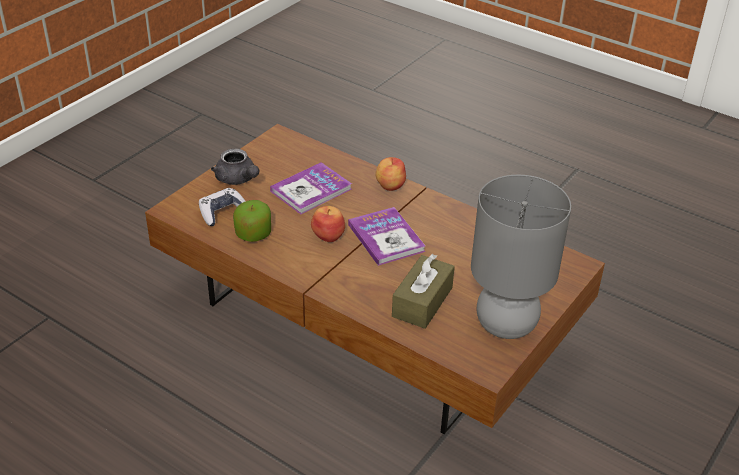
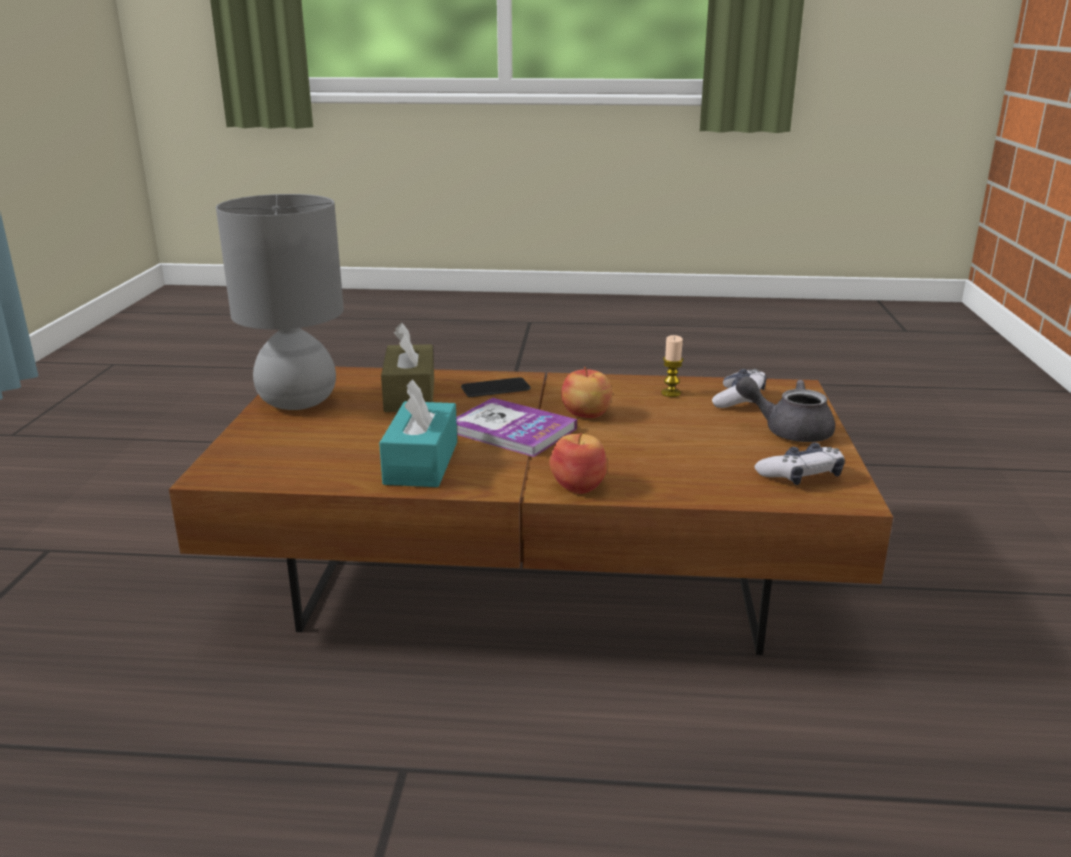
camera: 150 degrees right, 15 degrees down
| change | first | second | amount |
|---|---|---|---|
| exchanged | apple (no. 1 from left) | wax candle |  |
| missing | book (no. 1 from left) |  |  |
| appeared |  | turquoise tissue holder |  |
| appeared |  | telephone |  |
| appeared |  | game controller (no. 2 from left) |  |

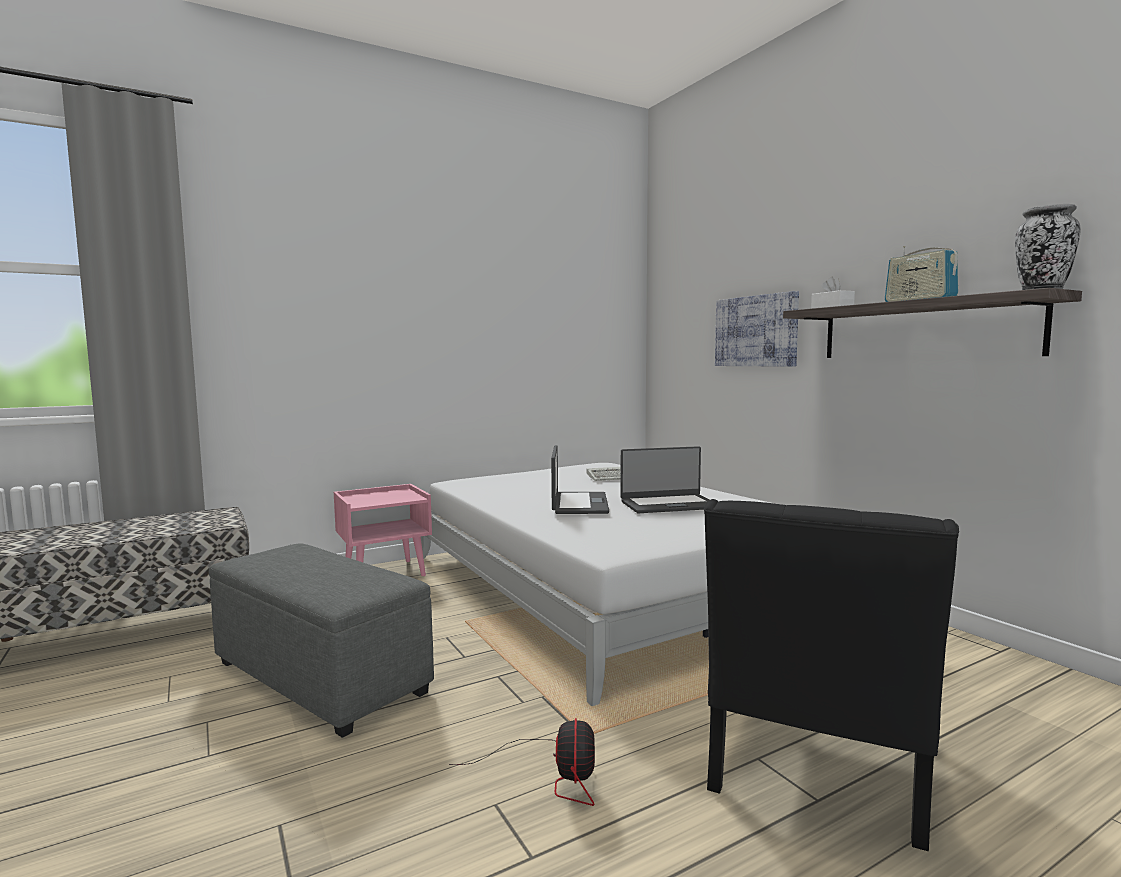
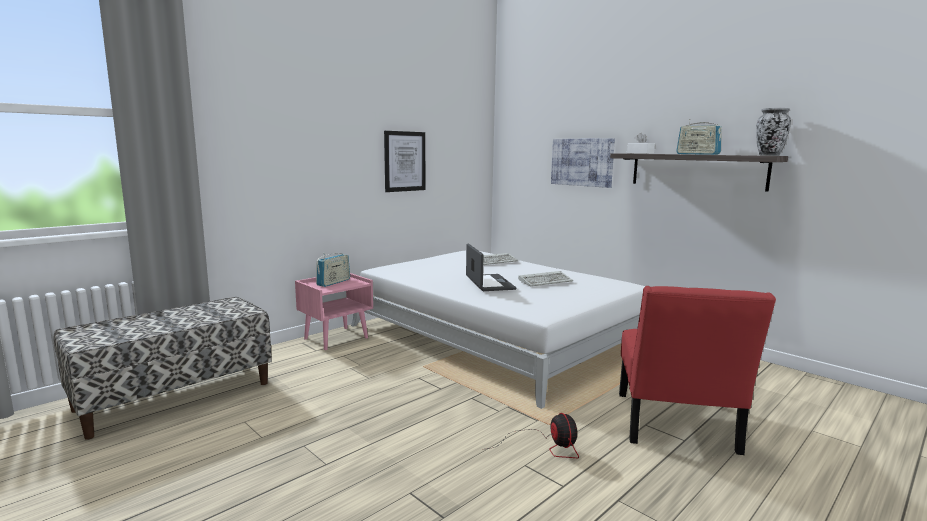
camera: 15 degrees left, 5 degrees up
| change | first | second | amount |
|---|---|---|---|
| missing | gray pouffe |  |  |
| exchanged | notebook computer (no. 2 from left) | keyboard (no. 2 from left) |  |
| colour | blackish plain chair | red plain chair |  |
| appeared |  | radio (no. 1 from left) |  |
| appeared |  | wall picture (no. 1 from left) |  |

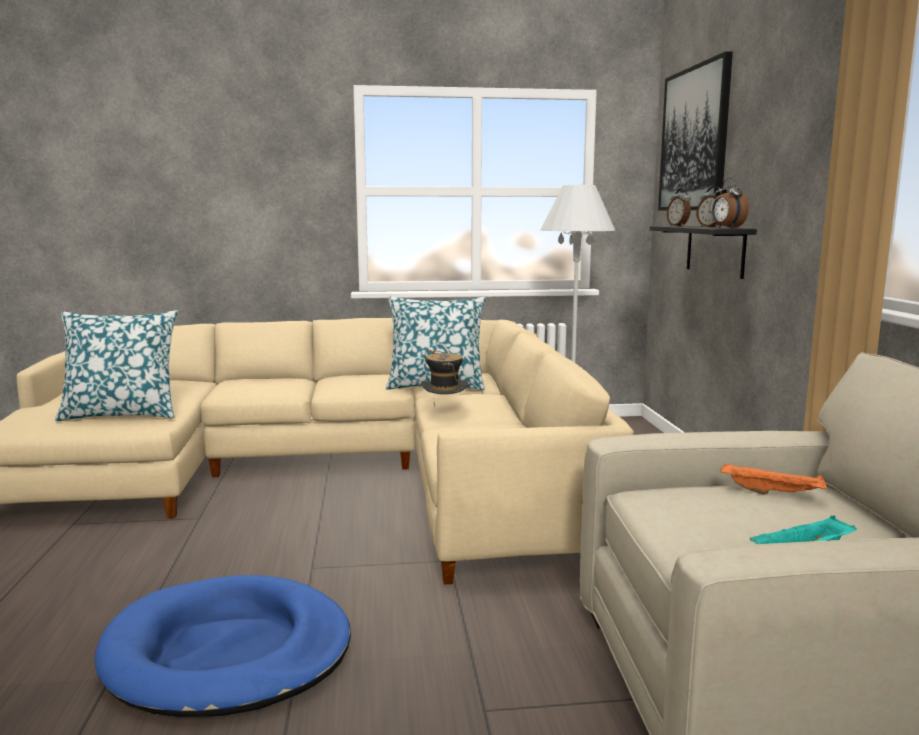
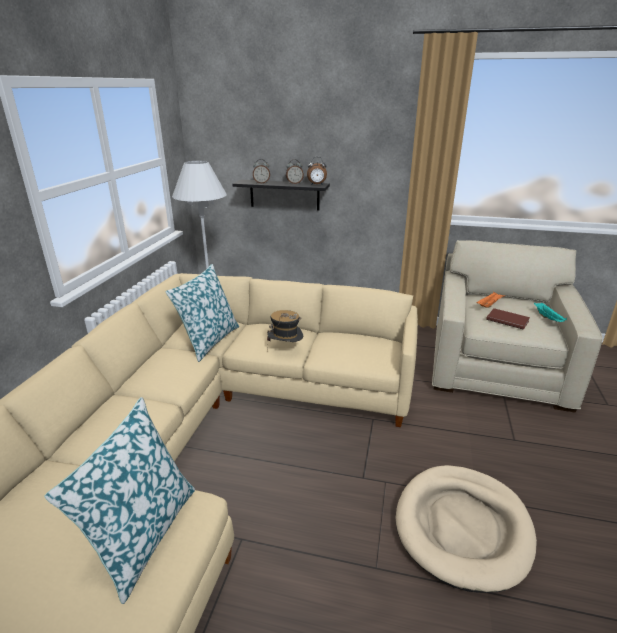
camera: 70 degrees left, 15 degrees up
| change | first | second | amount |
|---|---|---|---|
| colour | blue-coloured pet bed | beige pet bed |  |
| missing | wall picture |  |  |
| appeared |  | brownish book |  |

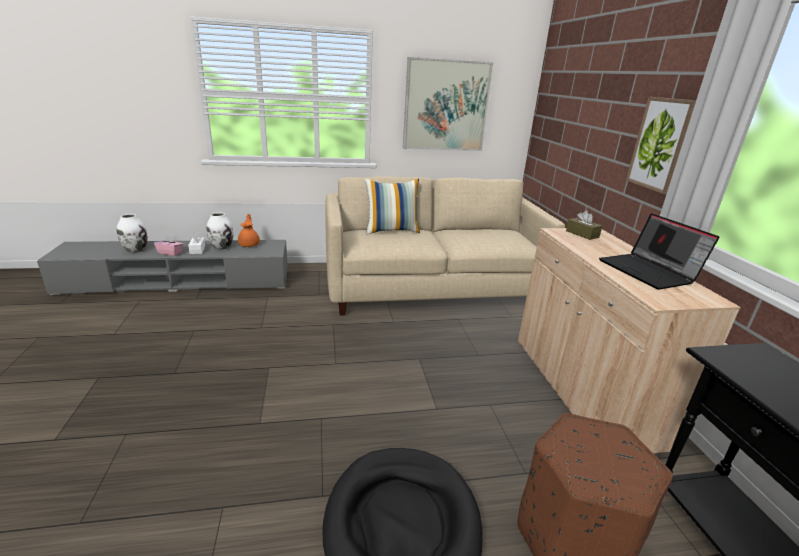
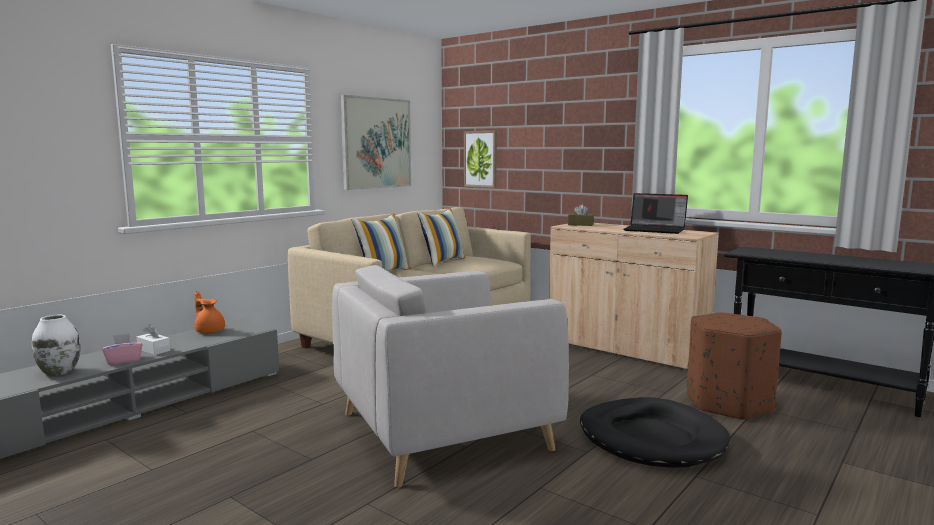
camera: 40 degrees left, 15 degrees down
| change | first | second | amount |
|---|---|---|---|
| missing | white-coloured vase (no. 2 from left) |  |  |
| relocated | wall picture (no. 2 from left) |  |  |
| appeared |  | gray lounge chair |  |
| appeared |  | cushion (no. 2 from left) |  |

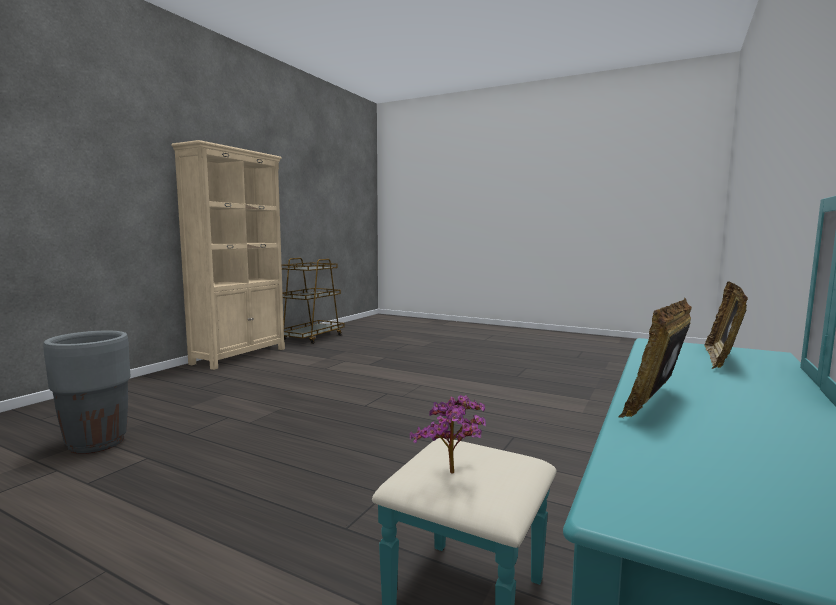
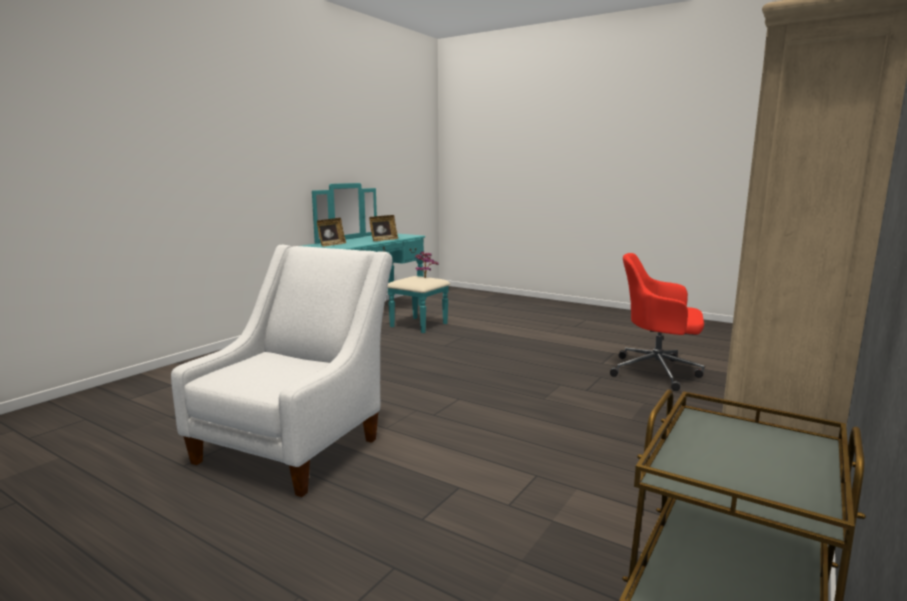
camera: 175 degrees left, 5 degrees up
| change | first | second | amount |
|---|---|---|---|
| exchanged | gray planter | red computer chair |  |
| appeared |  | white-coloured lounge chair |  |

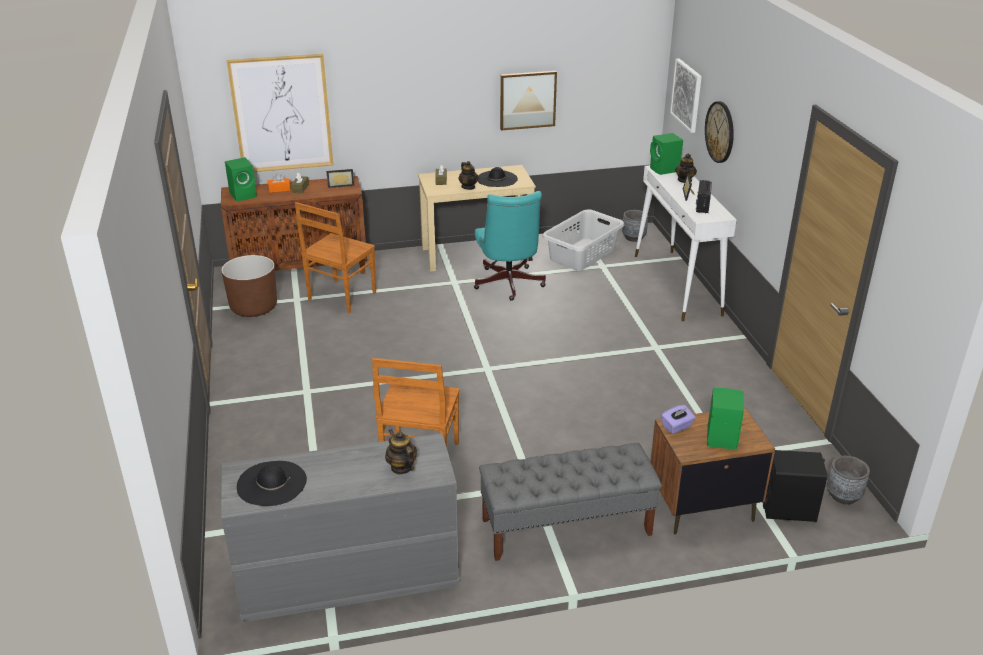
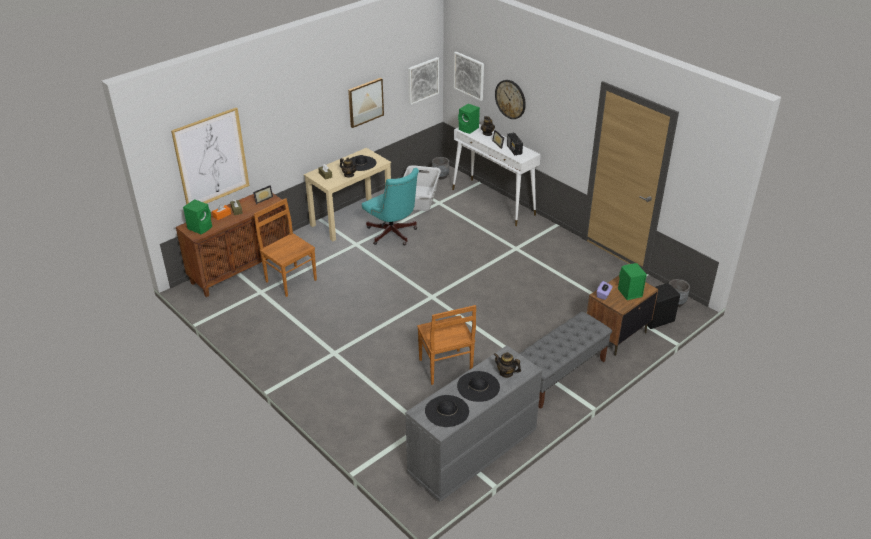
camera: 30 degrees left, 5 degrees up
| change | first | second | amount |
|---|---|---|---|
| missing | brownish planter |  |  |
| spun | brownish plain chair (no. 1 from left) |  | 135 degrees clockwise |
| appeared |  | wall picture (no. 3 from left) |  |
| appeared |  | blackish wearable hat (no. 3 from left) |  |

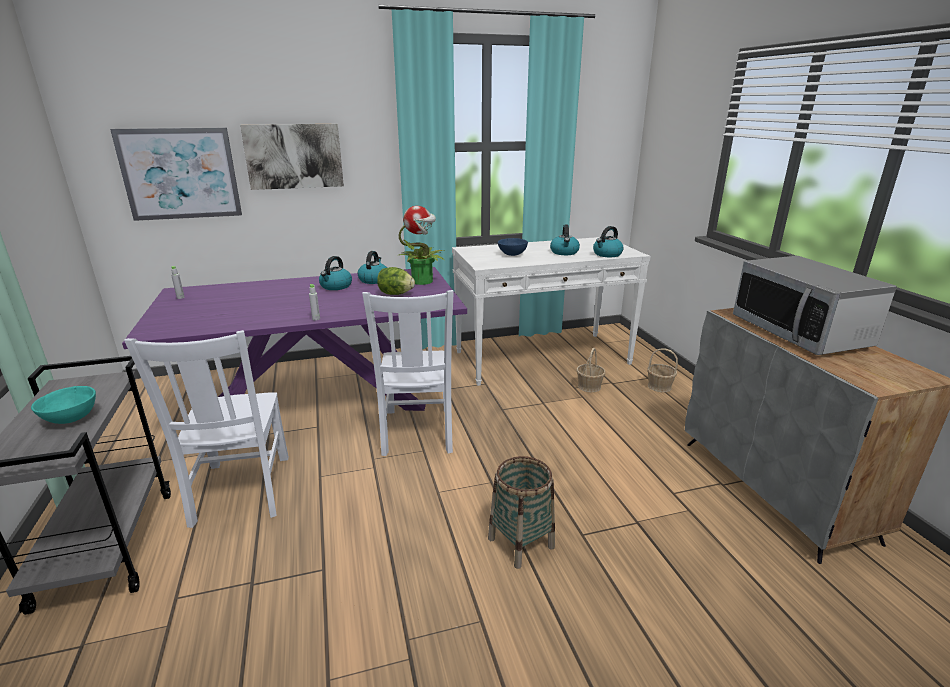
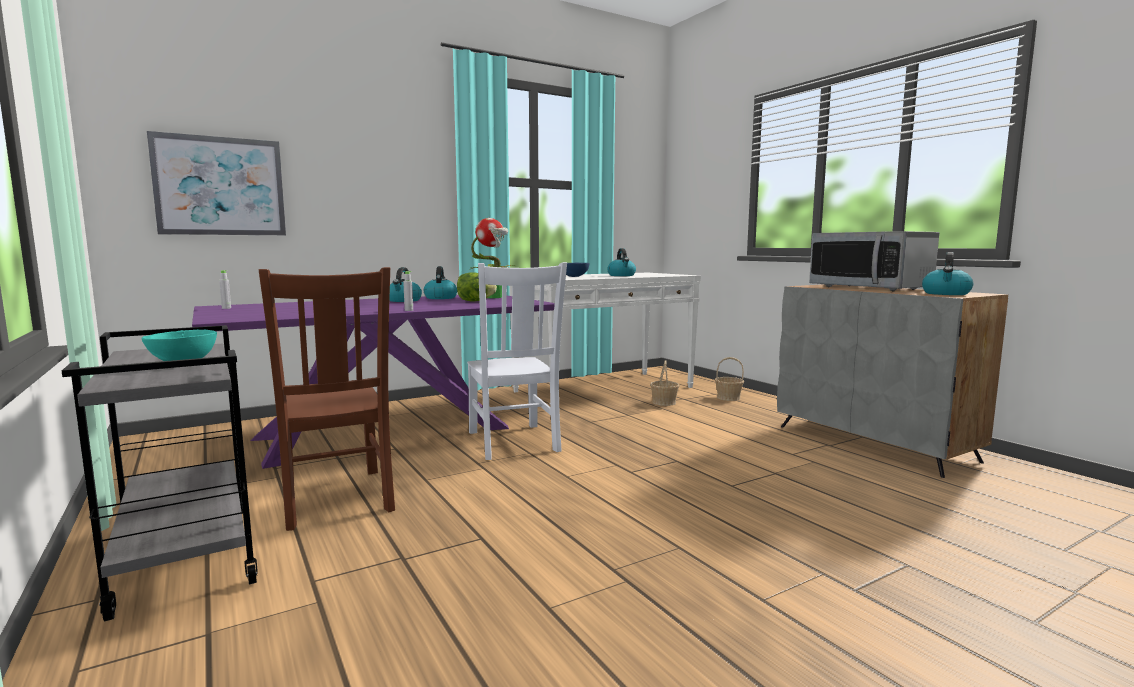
camera: 15 degrees left, 15 degrees down
| change | first | second | amount |
|---|---|---|---|
| colour | white-coloured plain chair (no. 1 from left) | brownish plain chair |  |
| missing | wall picture (no. 2 from left) |  |  |
| missing | storage basket (no. 1 from left) |  |  |
| relocated | tea kettle (no. 4 from left) |  |  |

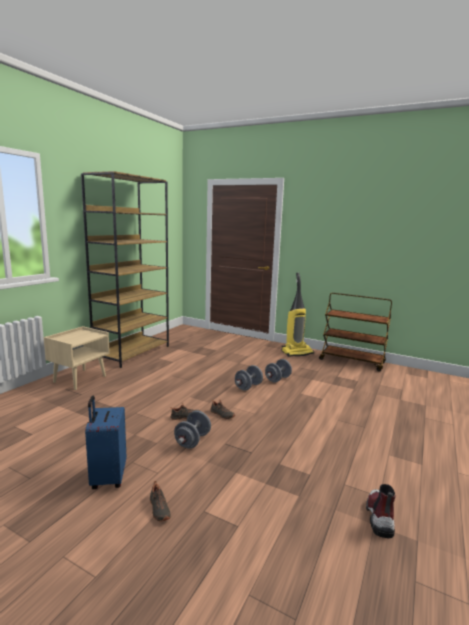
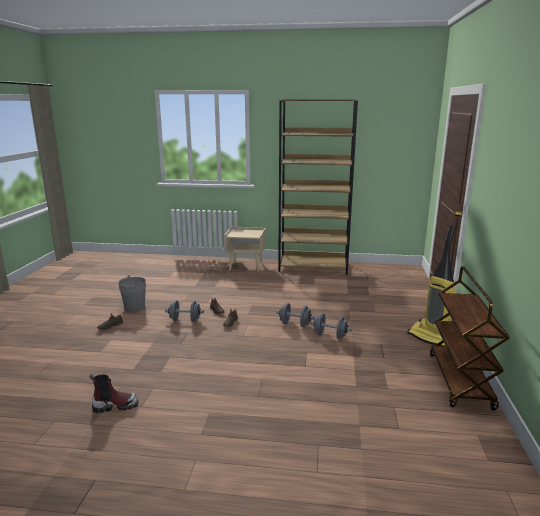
camera: 70 degrees right, 5 degrees up
| change | first | second | amount |
|---|---|---|---|
| exchanged | blue-coloured travel case | gray bucket |  |

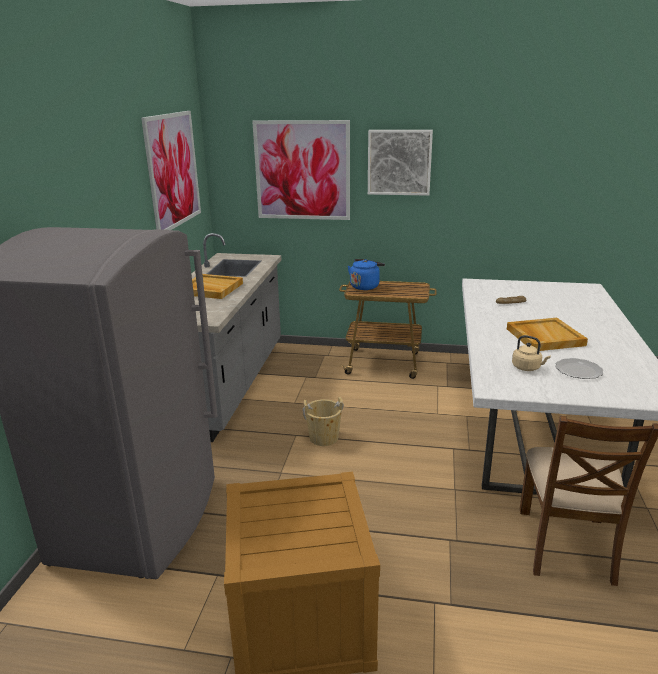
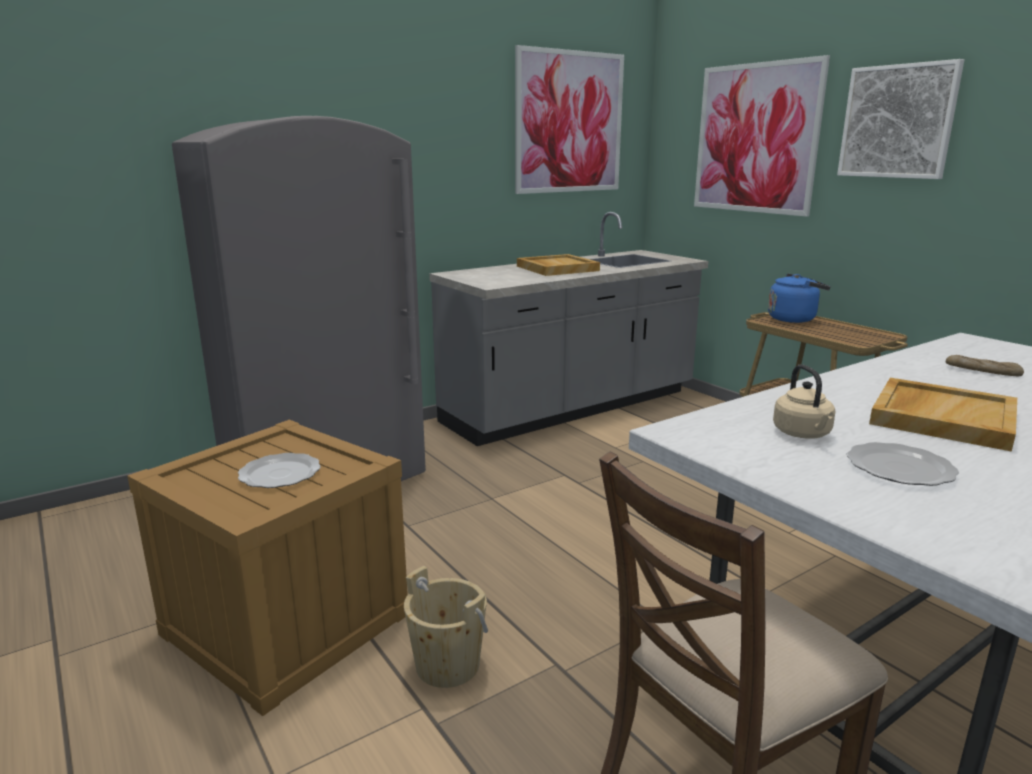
camera: 45 degrees right, 5 degrees down
| change | first | second | amount |
|---|---|---|---|
| relocated | beige bucket |  |  |
| appeared |  | flat dish (no. 1 from left) |  |

